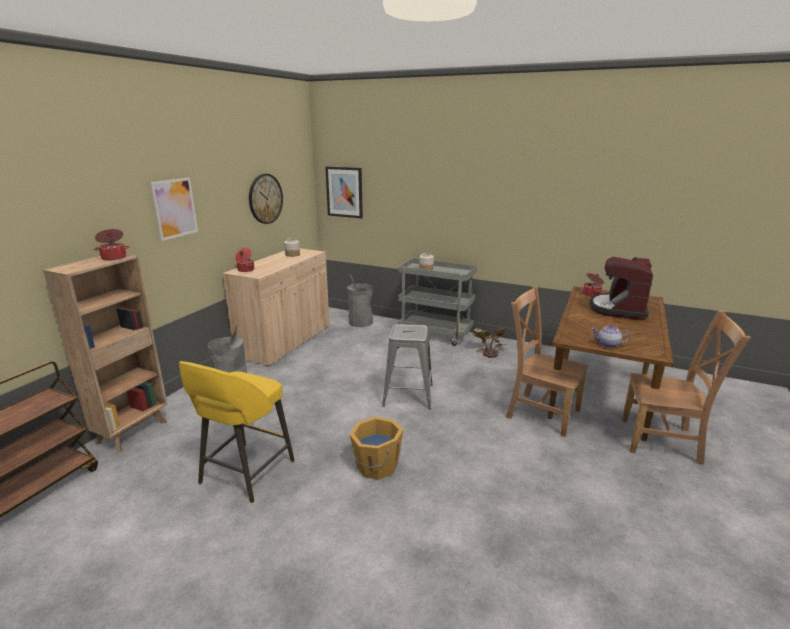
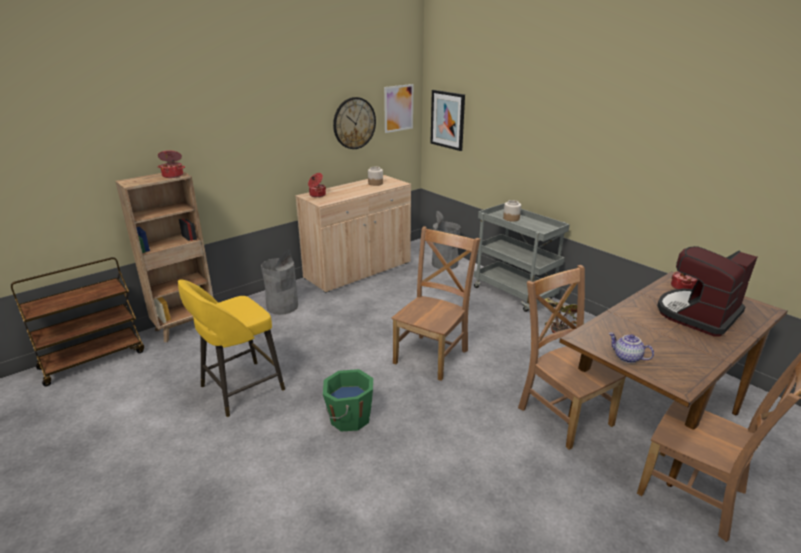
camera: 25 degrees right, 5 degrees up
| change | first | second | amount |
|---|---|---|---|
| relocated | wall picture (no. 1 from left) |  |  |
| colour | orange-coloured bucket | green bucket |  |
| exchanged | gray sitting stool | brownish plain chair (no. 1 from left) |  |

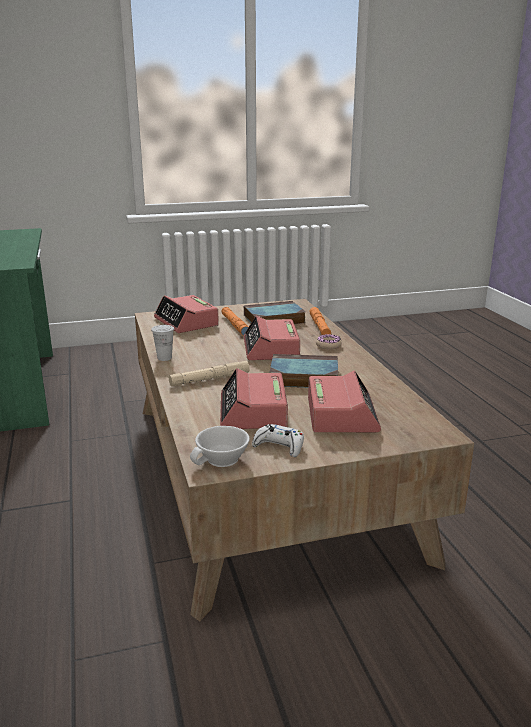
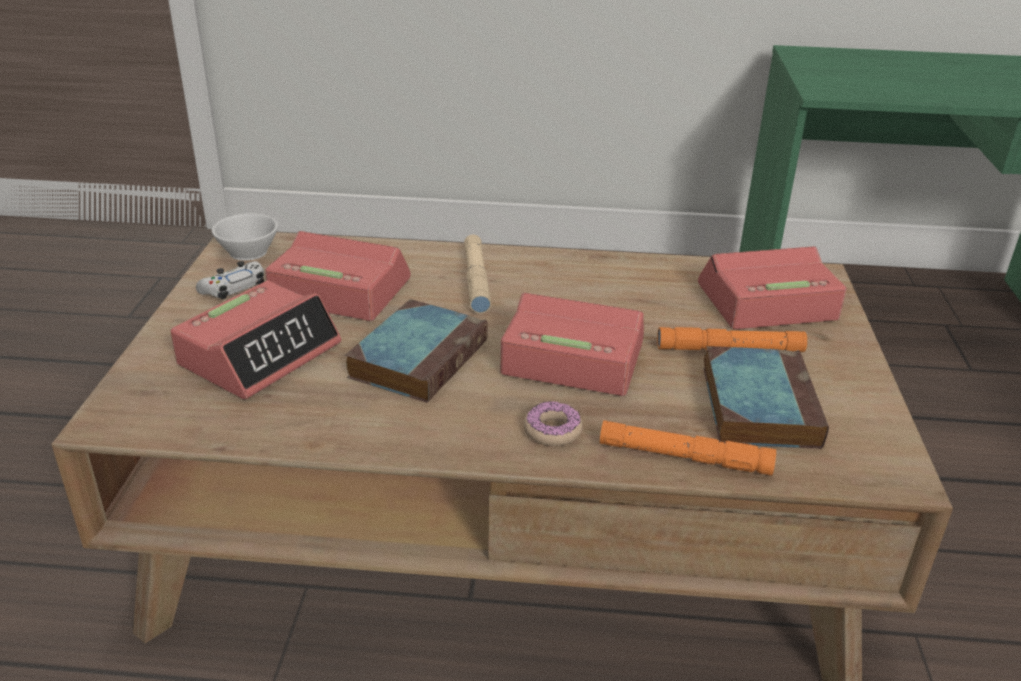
camera: 110 degrees right, 10 degrees up
| change | first | second | amount |
|---|---|---|---|
| missing | white-coloured small cup (no. 1 from left) |  |  |
| spun | alarm clock (no. 4 from left in the first image) | alarm clock (no. 1 from left) | 75 degrees counterclockwise |

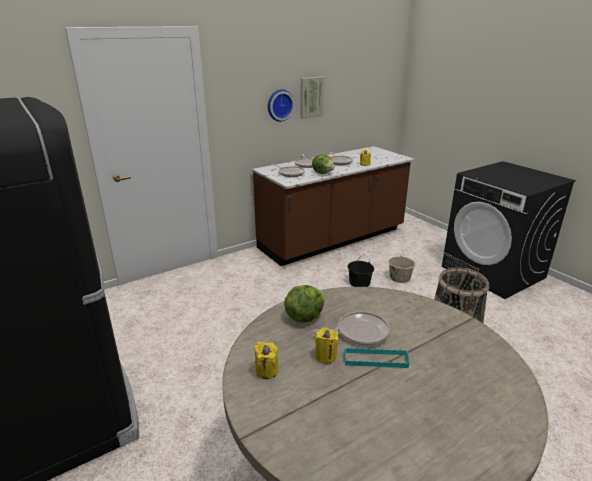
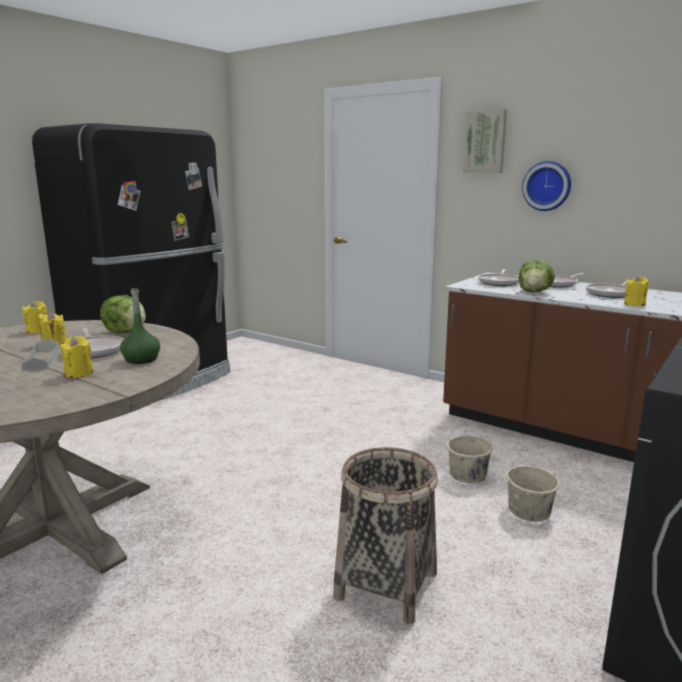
camera: 70 degrees right, 10 degrees down
| change | first | second | amount |
|---|---|---|---|
| relocated | wall picture |  |  |
| colour | turquoise serving tray | gray serving tray |  |
| colour | blackish bucket | beige bucket (no. 1 from left) |  |
| appeared |  | yellow wax candle (no. 3 from left) |  |
| appeared |  | green bottle |  |

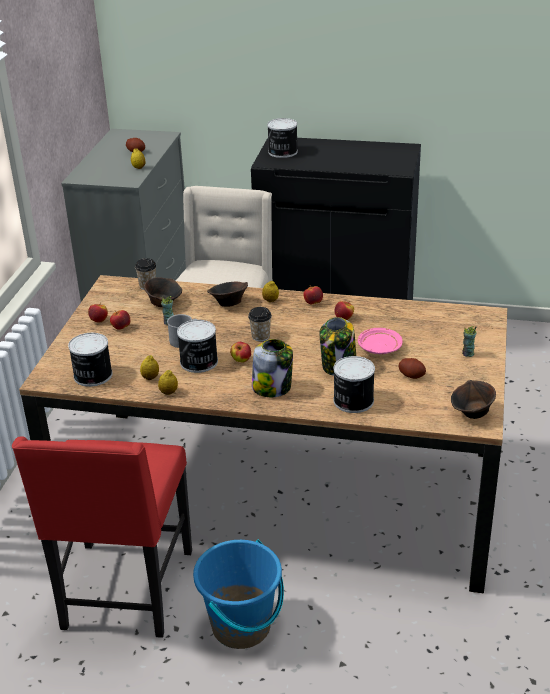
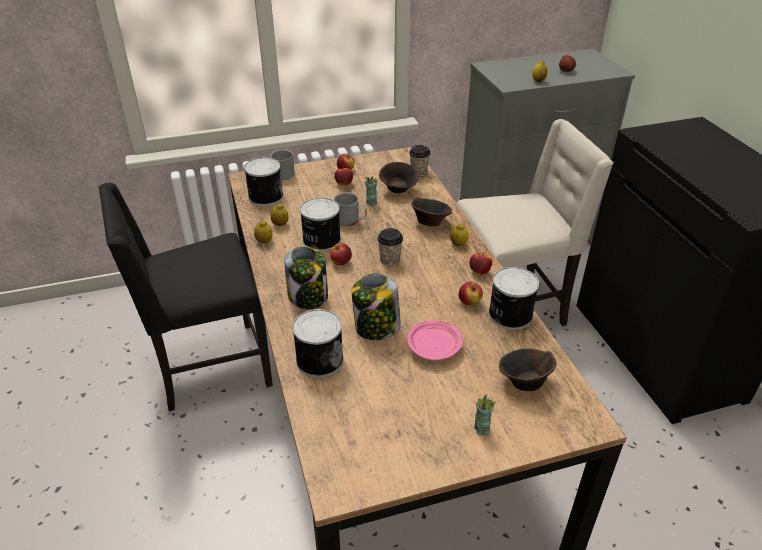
camera: 60 degrees right, 5 degrees up
| change | first | second | amount |
|---|---|---|---|
| colour | red plain chair | blackish plain chair |  |
| missing | blue-coloured bucket |  |  |
| relocated | can (no. 3 from left in the first image) | can (no. 4 from left) |  |
| missing | potato (no. 2 from left) |  |  |
| relocated | brownish deep dish (no. 3 from left) |  |  |
| appeared |  | gray tea mug (no. 1 from left) |  |

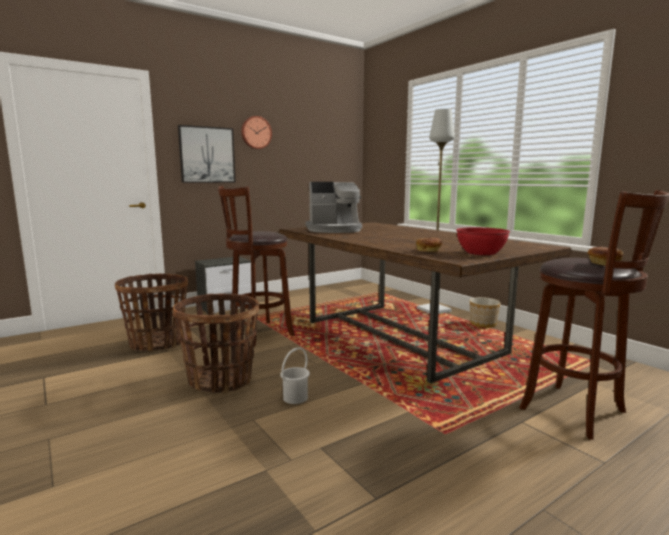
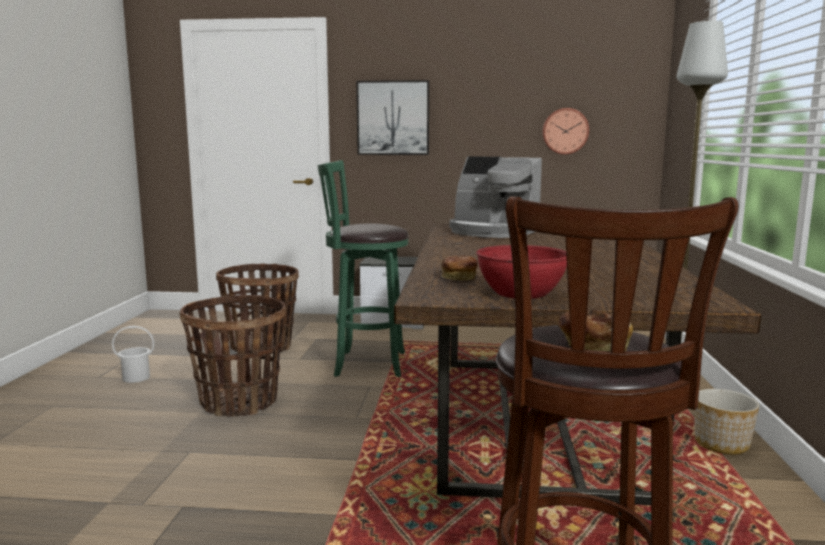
camera: 40 degrees right, 0 degrees up
| change | first | second | amount |
|---|---|---|---|
| colour | brownish sitting stool (no. 1 from left) | green sitting stool |  |
| relocated | wall clock |  |  |
| relocated | white-coloured bucket |  |  |

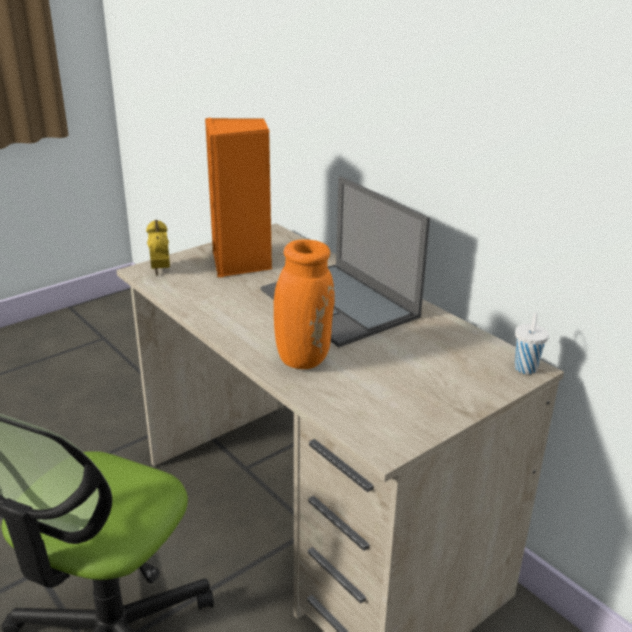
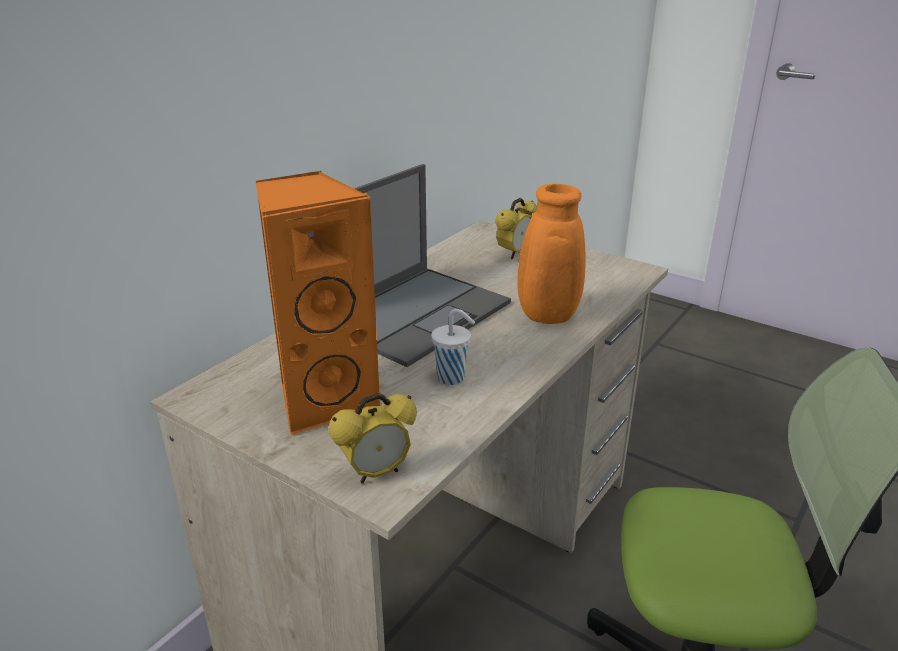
camera: 105 degrees left, 0 degrees up
| change | first | second | amount |
|---|---|---|---|
| relocated | white-coloured small cup |  |  |
| appeared |  | alarm clock (no. 2 from left) |  |

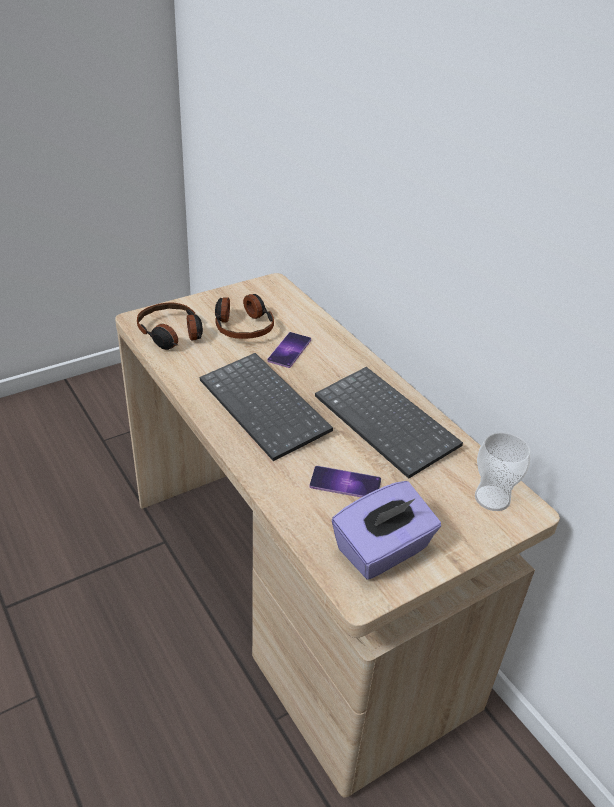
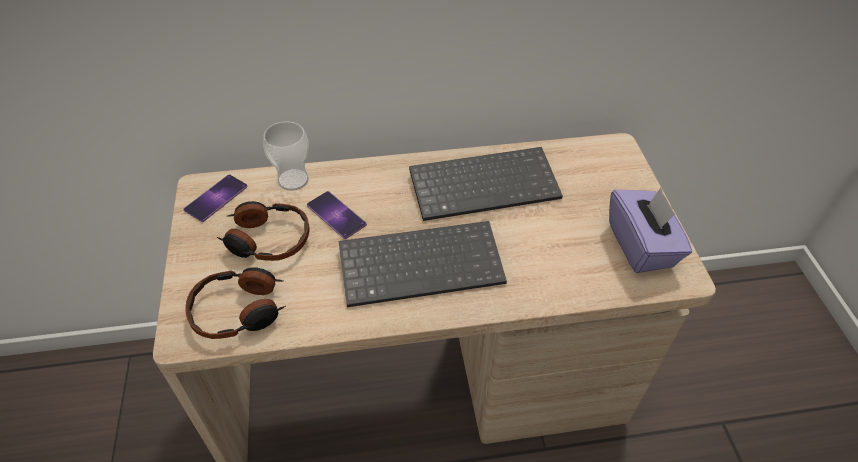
camera: 65 degrees left, 10 degrees up
| change | first | second | amount |
|---|---|---|---|
| relocated | telephone (no. 2 from left in the first image) | telephone (no. 1 from left) |  |
| relocated | small cup |  |  |

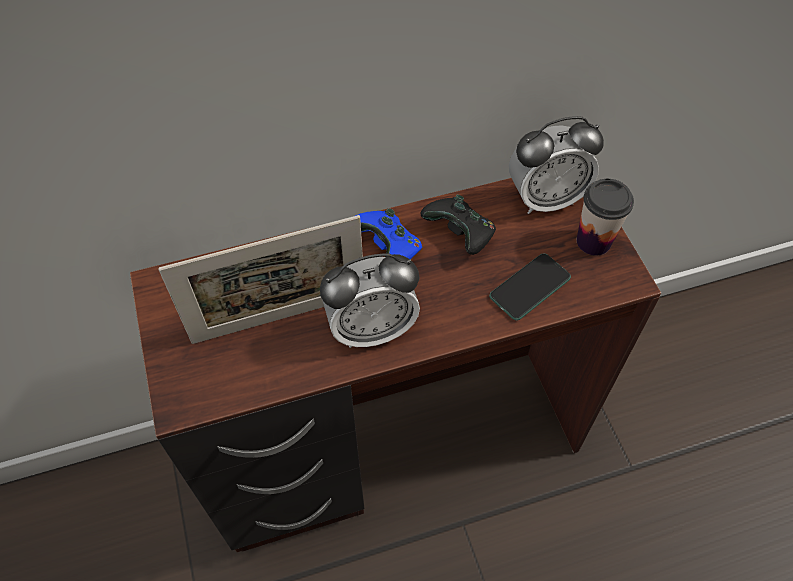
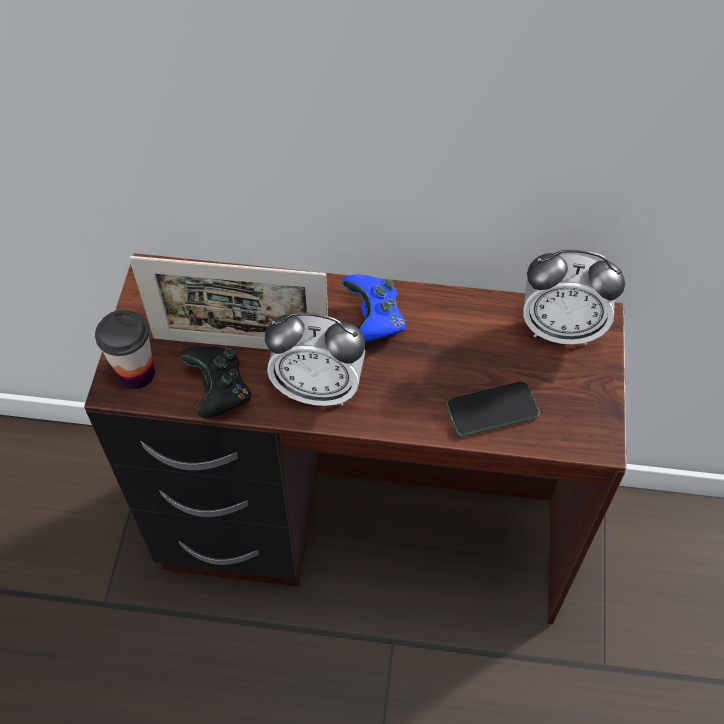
camera: 25 degrees right, 0 degrees up
| change | first | second | amount |
|---|---|---|---|
| relocated | blackish game controller |  |  |
| relocated | small cup |  |  |

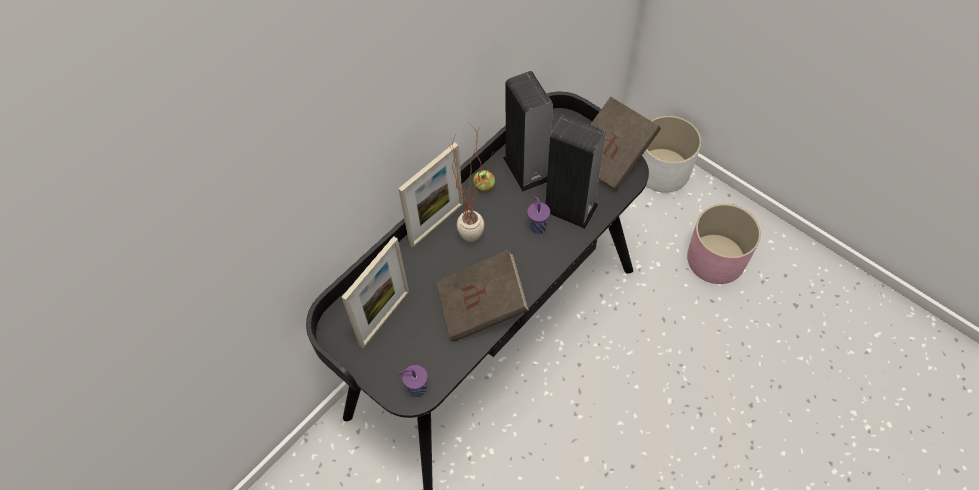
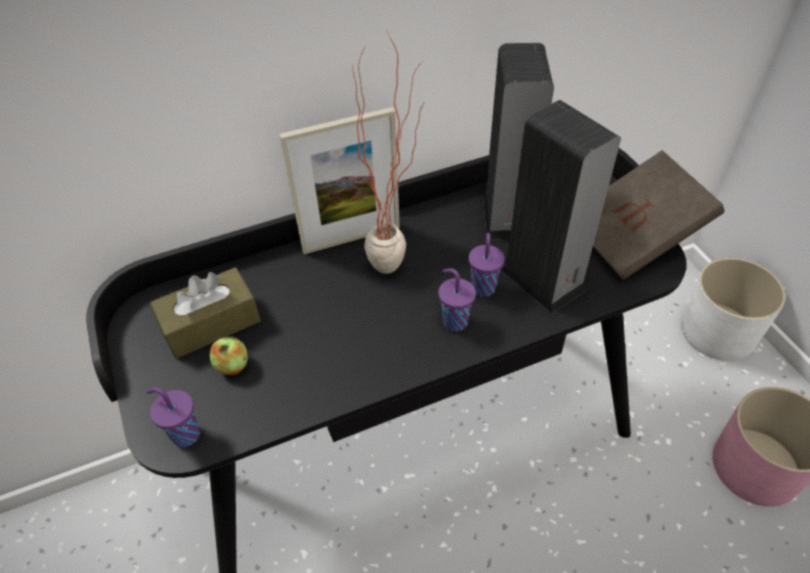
camera: 25 degrees right, 10 degrees down
| change | first | second | amount |
|---|---|---|---|
| exchanged | picture frame (no. 1 from left) | brownish tissue holder |  |
| missing | brownish book (no. 1 from left) |  |  |
| relocated | apple |  |  |
| appeared |  | purple small cup (no. 2 from left) |  |

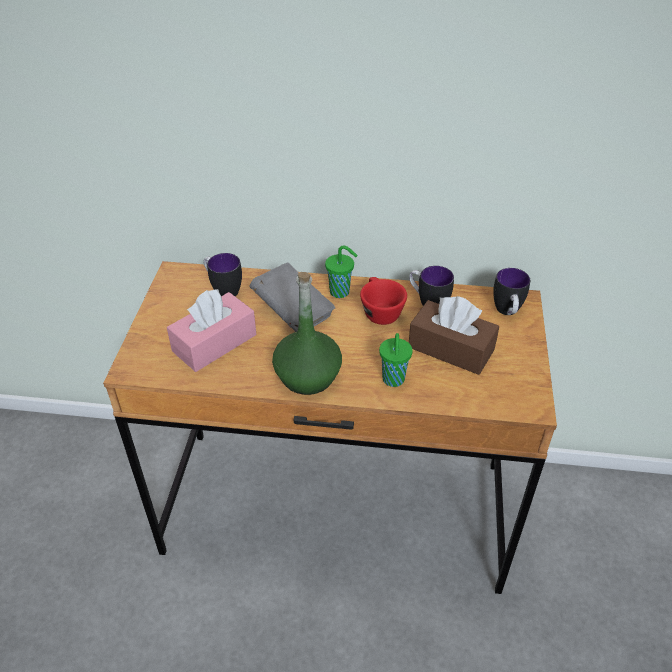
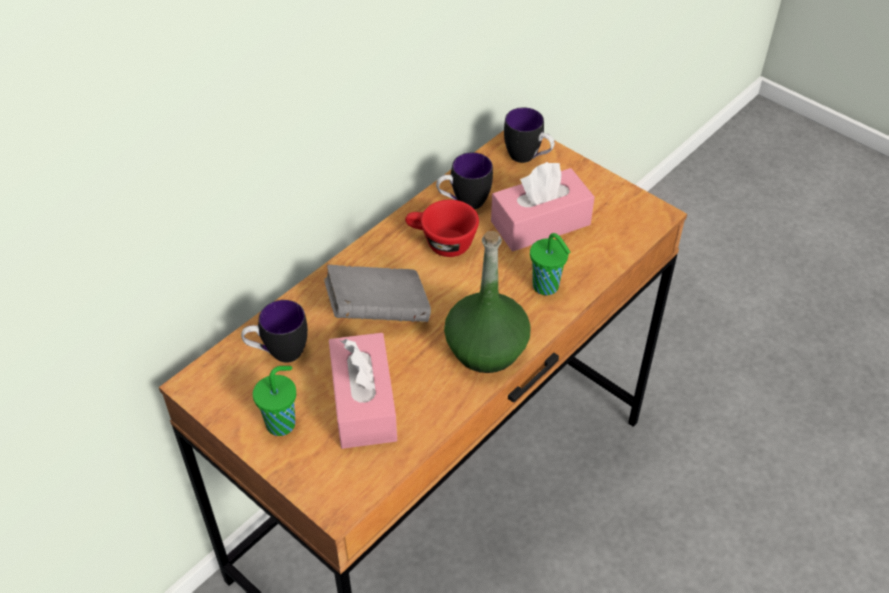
camera: 55 degrees left, 5 degrees up
| change | first | second | amount |
|---|---|---|---|
| relocated | green small cup (no. 1 from left) |  |  |
| colour | brownish tissue holder | pink tissue holder (no. 2 from left) |  |

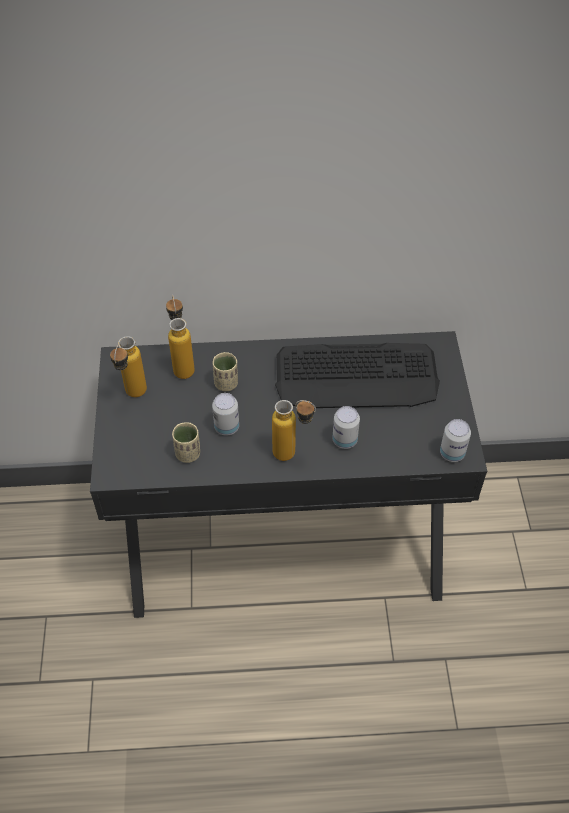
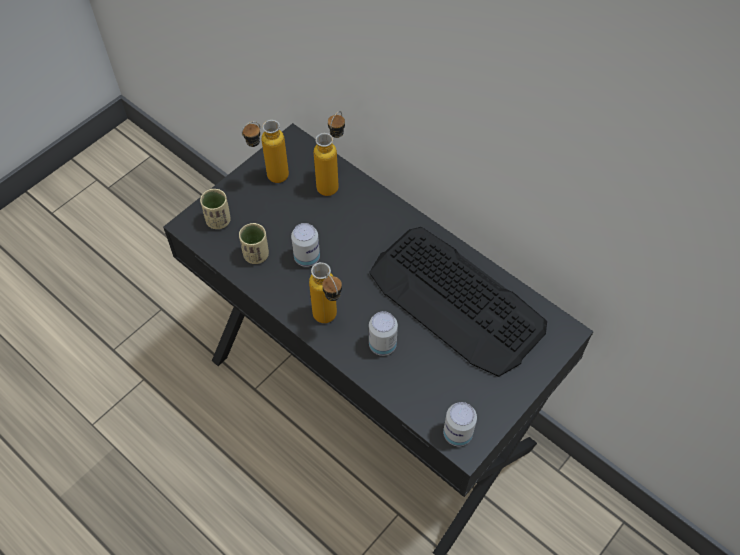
camera: 45 degrees right, 5 degrees up
| change | first | second | amount |
|---|---|---|---|
| relocated | beige small cup (no. 2 from left in the first image) | beige small cup (no. 1 from left) |  |

